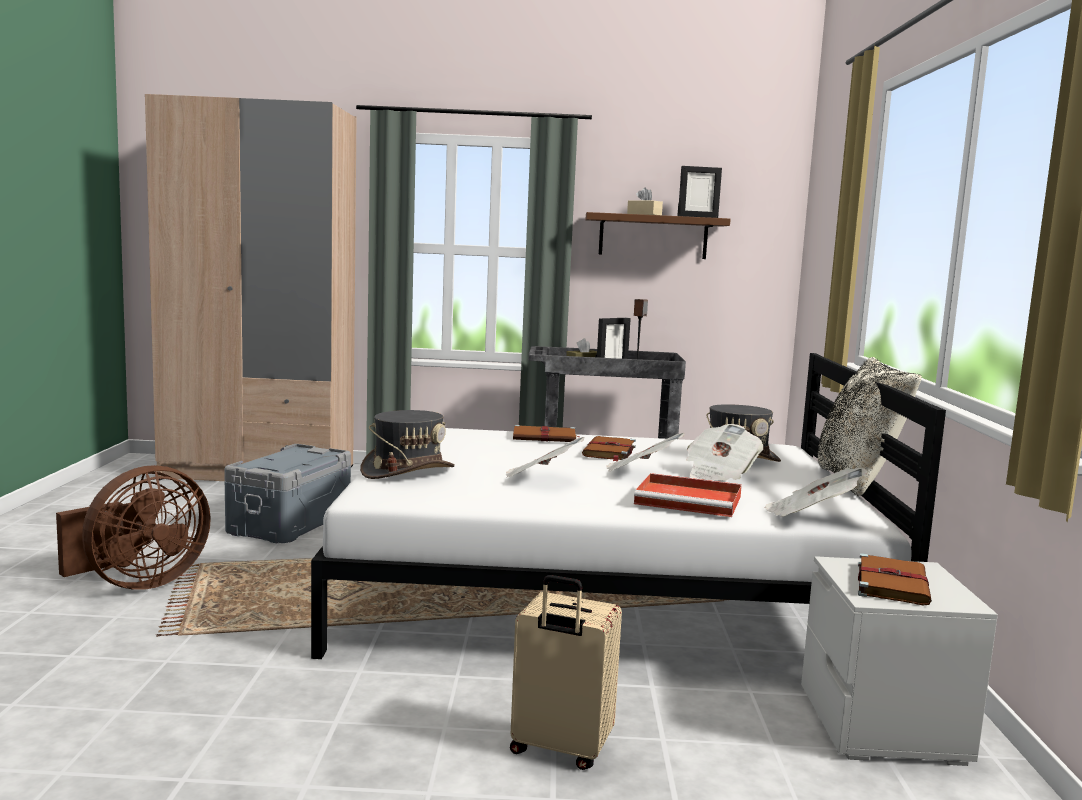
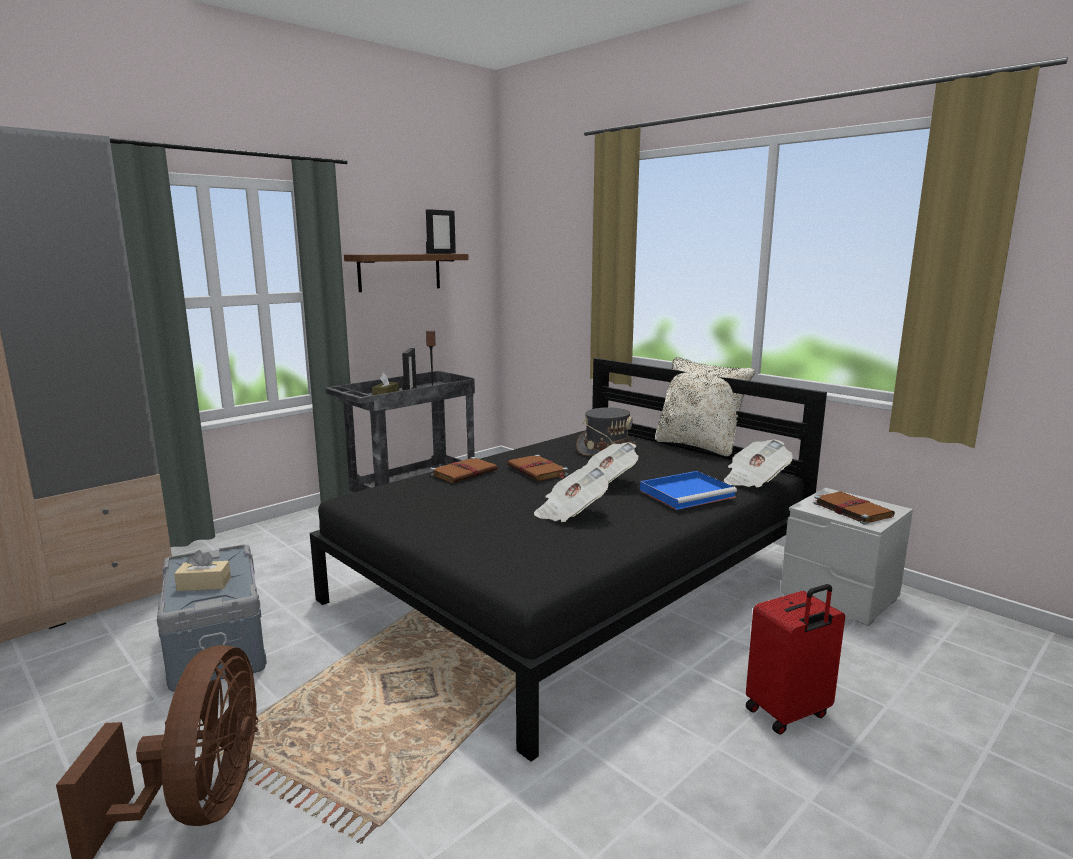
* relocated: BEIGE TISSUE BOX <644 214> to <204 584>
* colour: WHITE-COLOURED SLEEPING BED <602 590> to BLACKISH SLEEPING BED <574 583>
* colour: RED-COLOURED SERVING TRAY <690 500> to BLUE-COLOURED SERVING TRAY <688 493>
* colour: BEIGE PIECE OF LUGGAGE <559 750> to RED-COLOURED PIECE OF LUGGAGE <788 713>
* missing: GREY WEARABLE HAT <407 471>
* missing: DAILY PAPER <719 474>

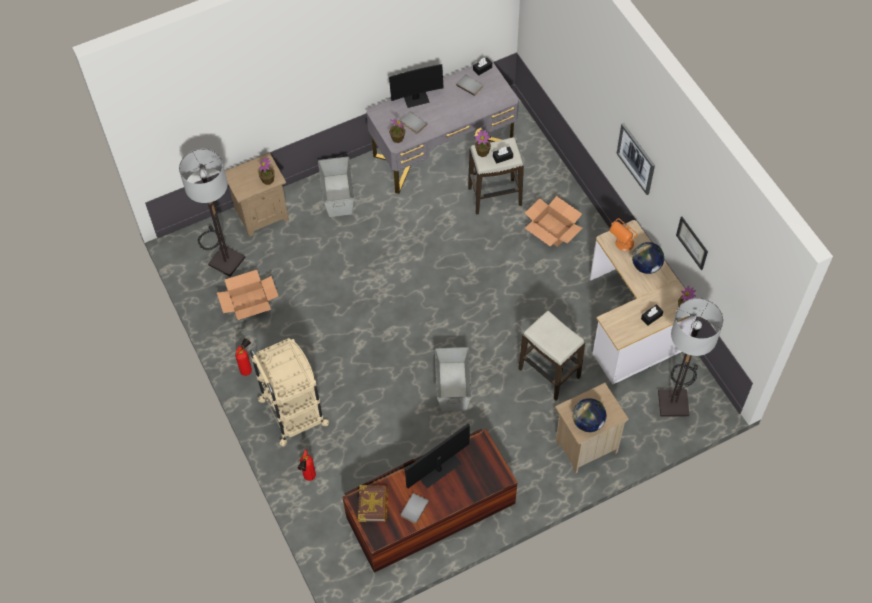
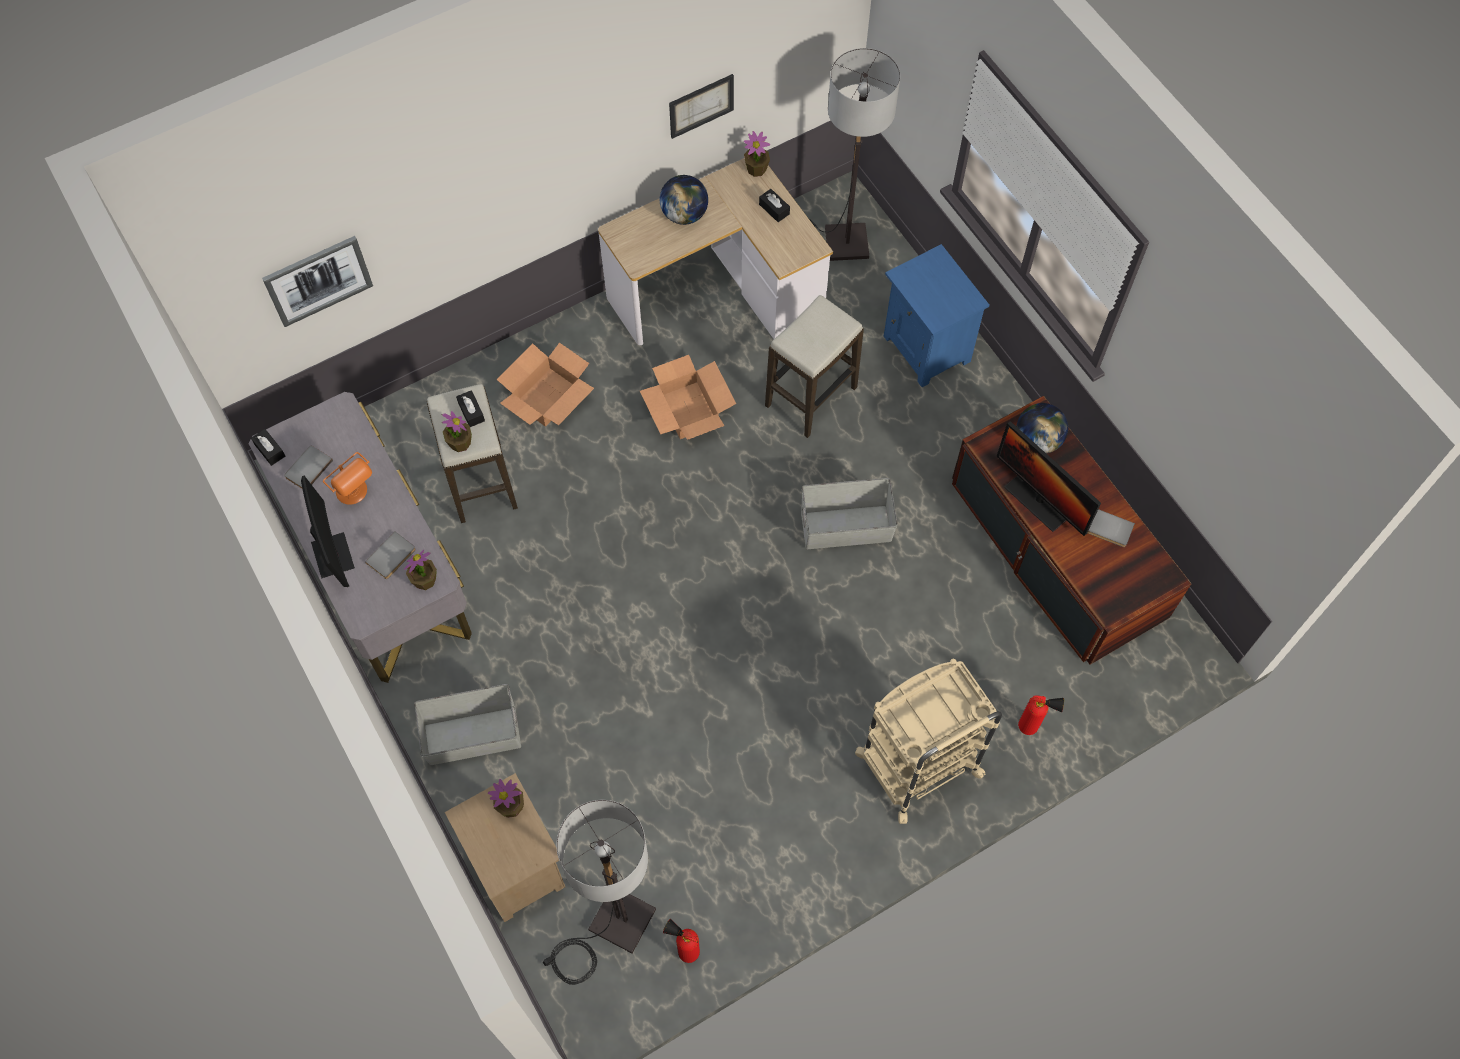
* relocated: PICTURE <636 158> to <318 280>
* relocated: ORANGE LAMP FOR A TABLE <622 245> to <356 494>
* relocated: PACKING BOX <249 303> to <688 410>
* relocated: FIRE EXTINGUISHER <247 369> to <684 950>
* colour: BEIGE BEDSIDE TABLE <584 445> to BLUE-COLOURED BEDSIDE TABLE <925 350>
* relocated: GLOBE <588 422> to <1037 440>
* missing: VOLUME <373 505>

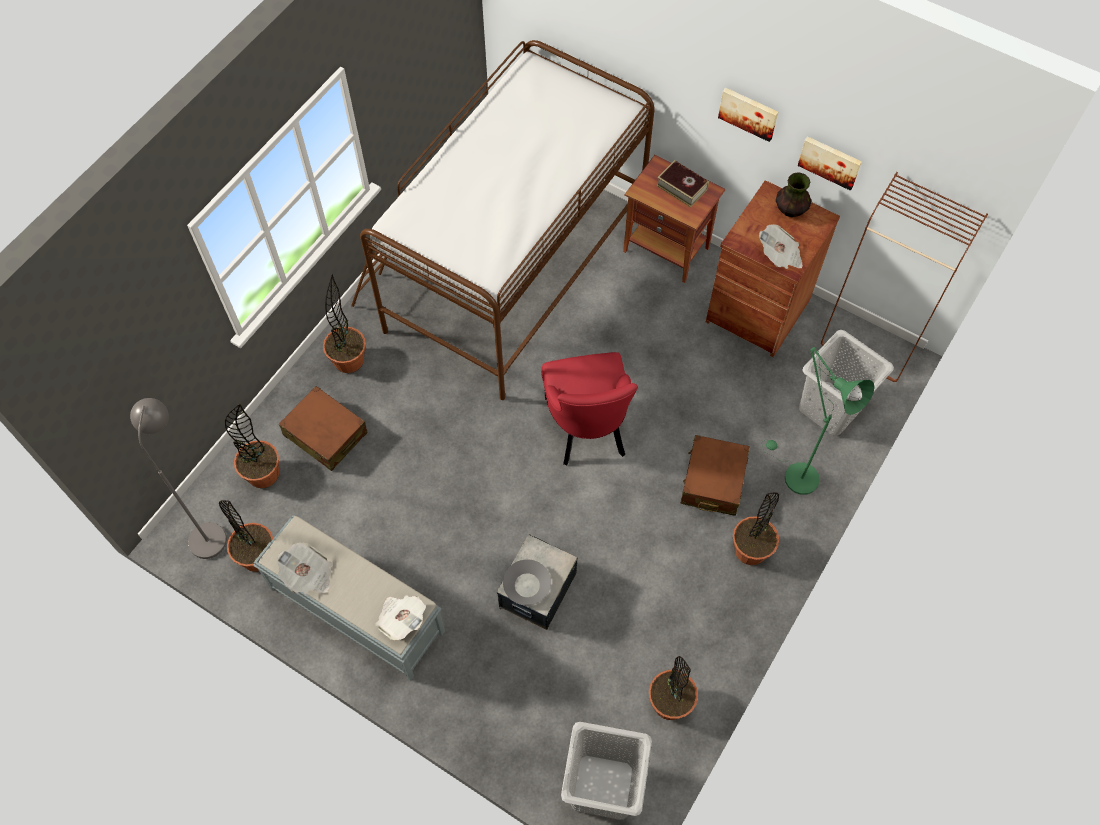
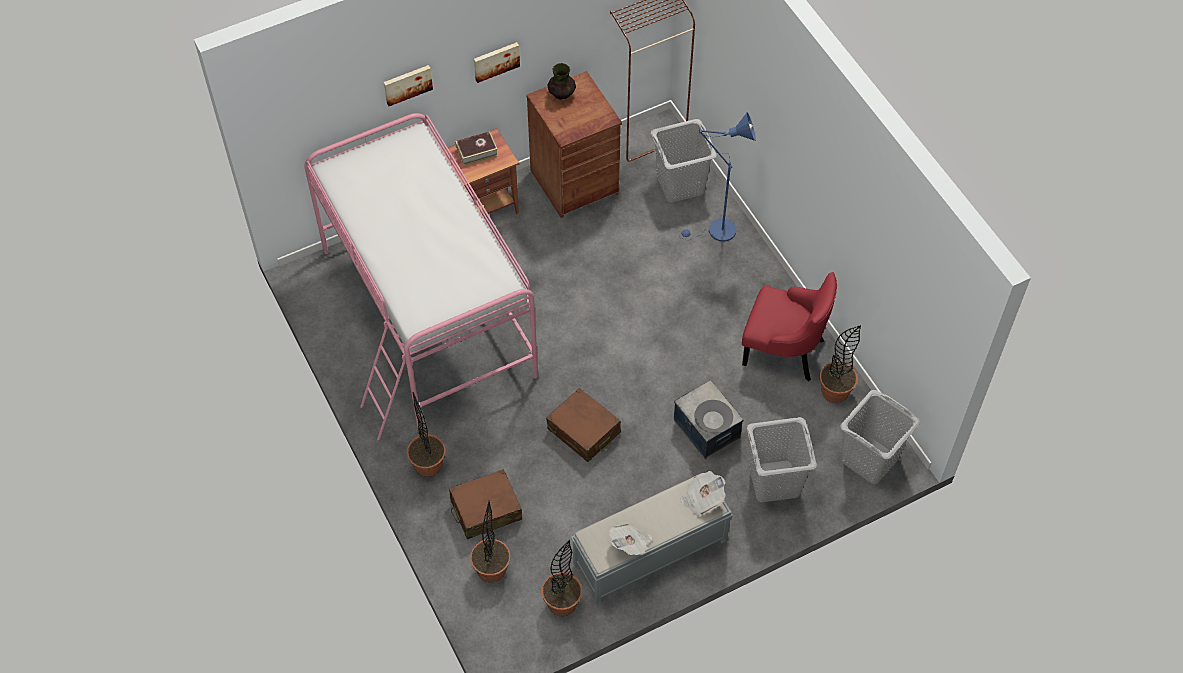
* colour: BROWNISH SLEEPING BED <511 272> to PINK SLEEPING BED <427 316>
* relocated: PICTURE <830 161> to <407 84>
* relocated: BROWNISH PIECE OF LUGGAGE <713 481> to <584 431>
* colour: GREEN STANDARD LAMP <795 474> to BLUE-COLOURED STANDARD LAMP <716 231>
* relocated: RED-COLOURED CHAIR <586 424> to <782 350>
* appeared: GREY HAMPER <775 481>
* missing: GREY STANDARD LAMP <209 530>
* missing: HOUSEPLANT <750 549>
* missing: DAILY PAPER <779 256>

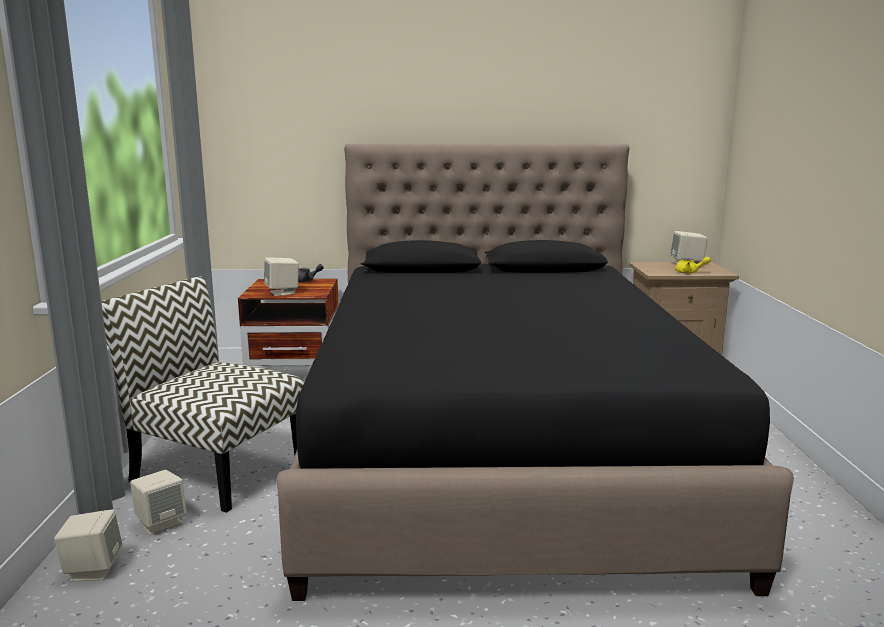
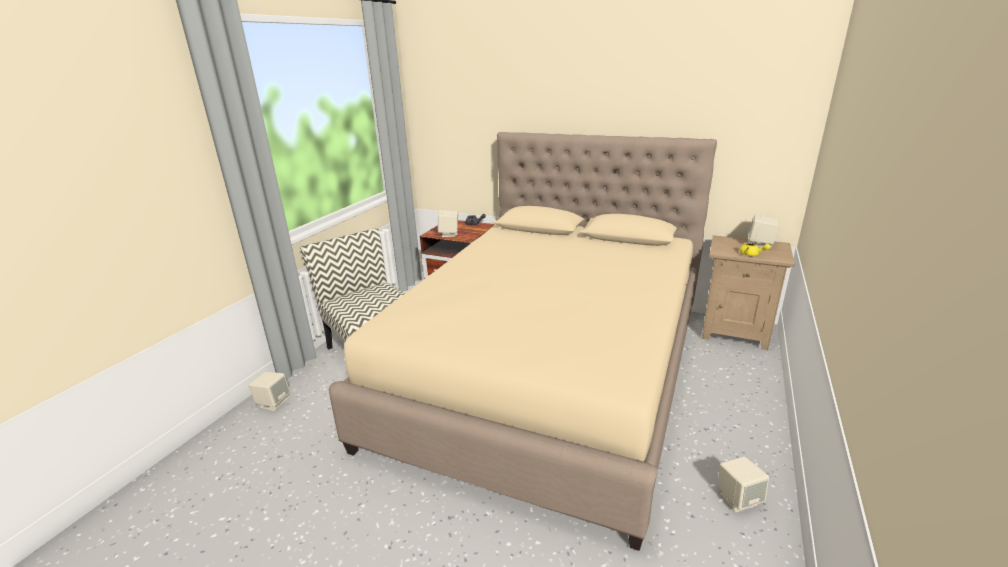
* colour: BLACKISH SLEEPING BED <500 448> to BEIGE SLEEPING BED <550 370>
* relocated: BEIGE AUDIO SPEAKER <161 523> to <738 499>

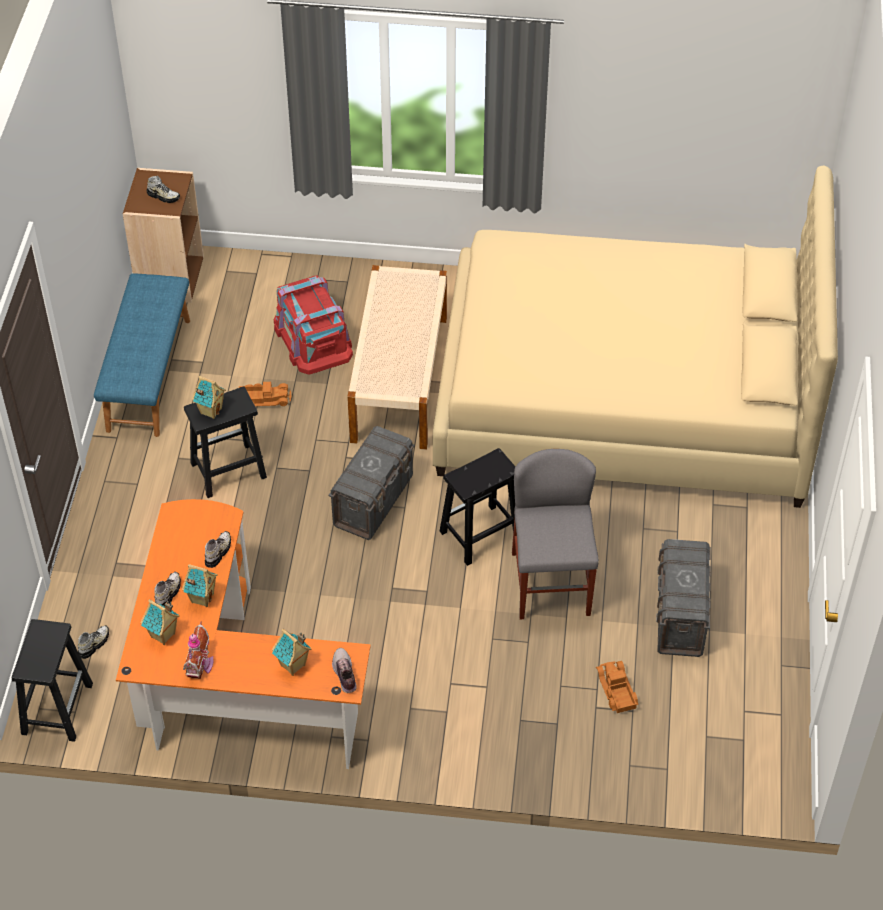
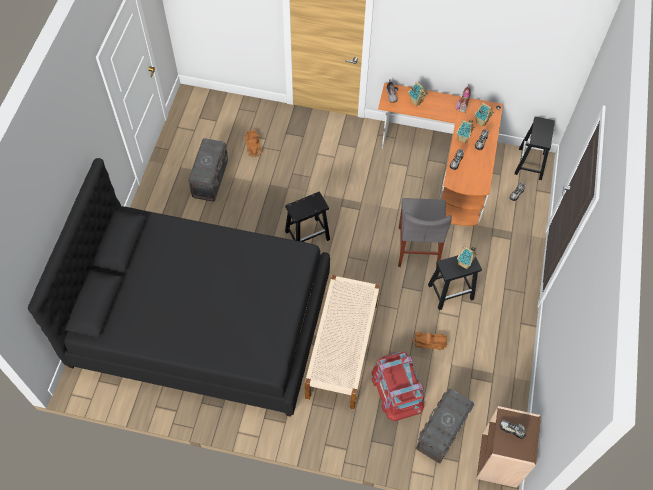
* colour: BEIGE SLEEPING BED <625 397> to BLACKISH SLEEPING BED <201 319>
* relocated: GREY CHAIR <551 584> to <418 247>
* relocated: GREY STORAGE BIN <373 501> to <441 432>
* missing: BLUE-COLOURED LONG SEAT <148 374>

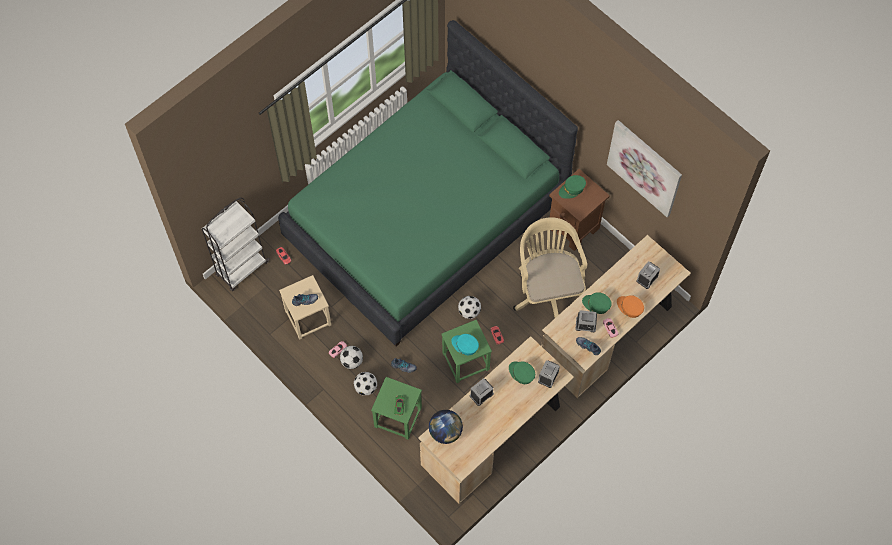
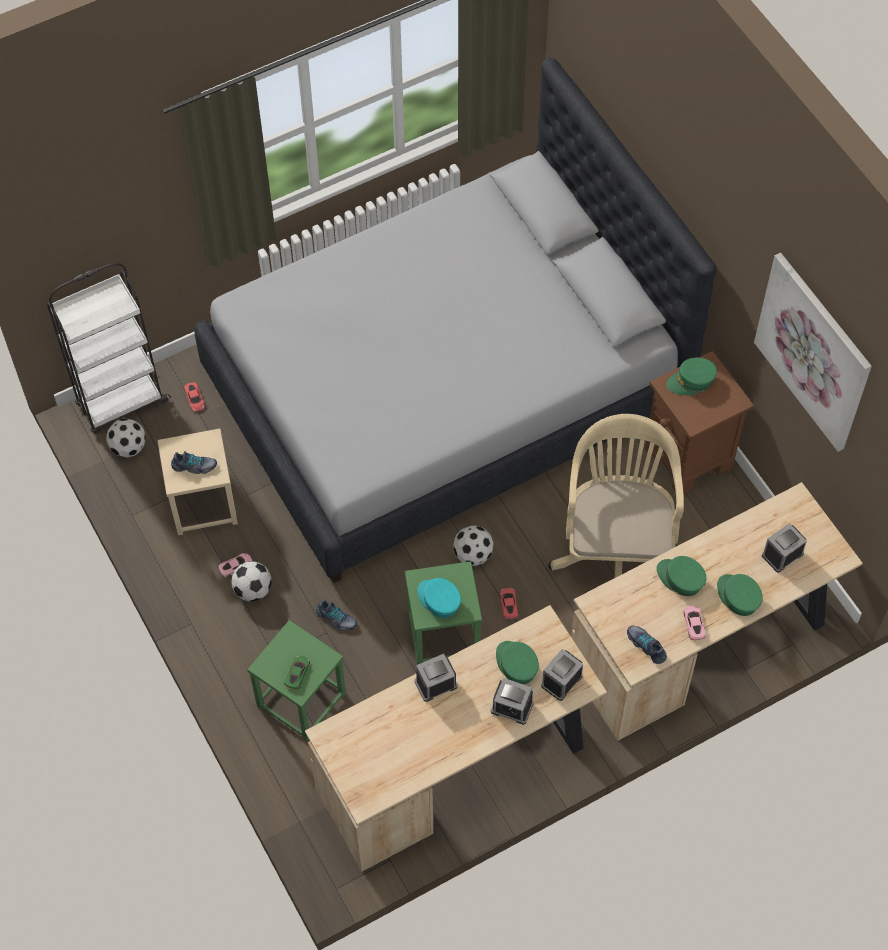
* relocated: BALL FOR FOOTBALL <365 387> to <128 447>
* colour: GREEN SLEEPING BED <427 217> to GREY SLEEPING BED <446 389>
* relocated: BEDSIDE CLOCK <585 324> to <512 707>
* colour: ORANGE PEAKED CAP <629 307> to GREEN PEAKED CAP <738 597>
* missing: GLOBE <445 432>

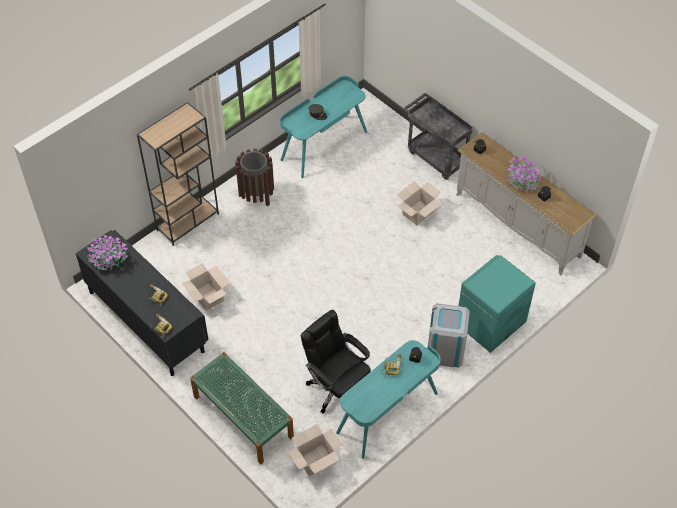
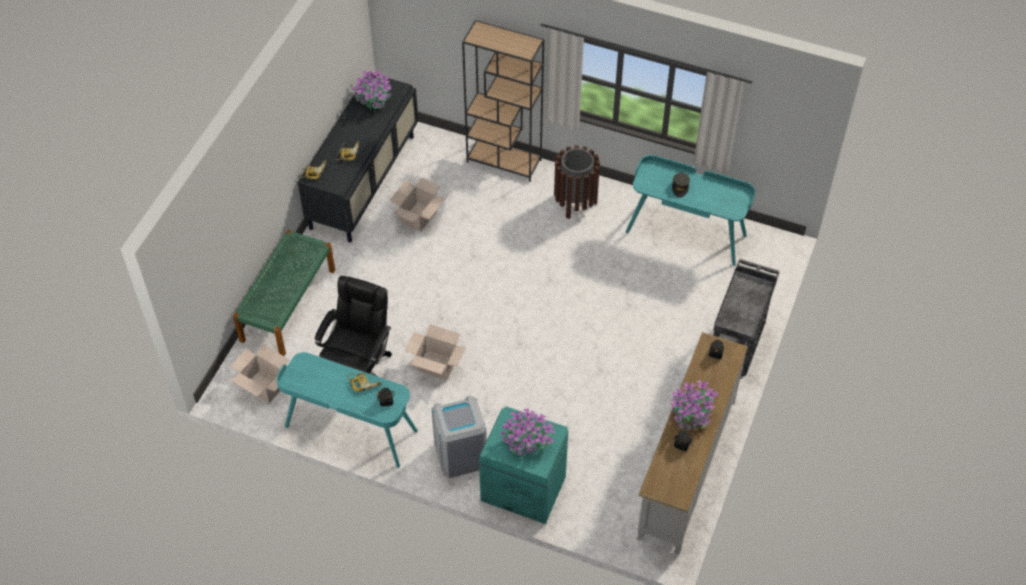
* relocated: PACKING BOX <418 213> to <437 365>
* appeared: HOUSEPLANT <527 441>

